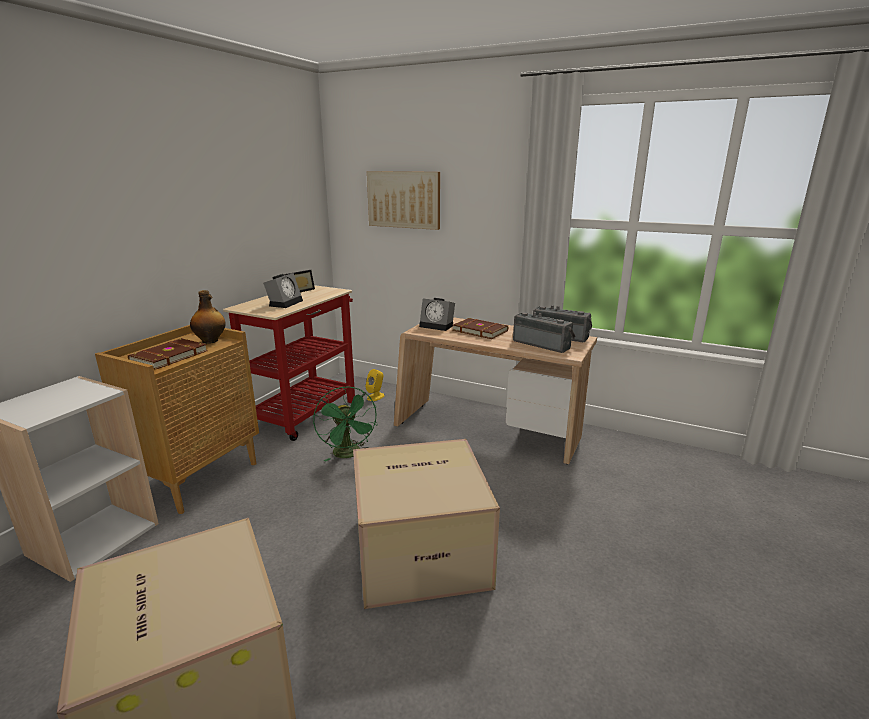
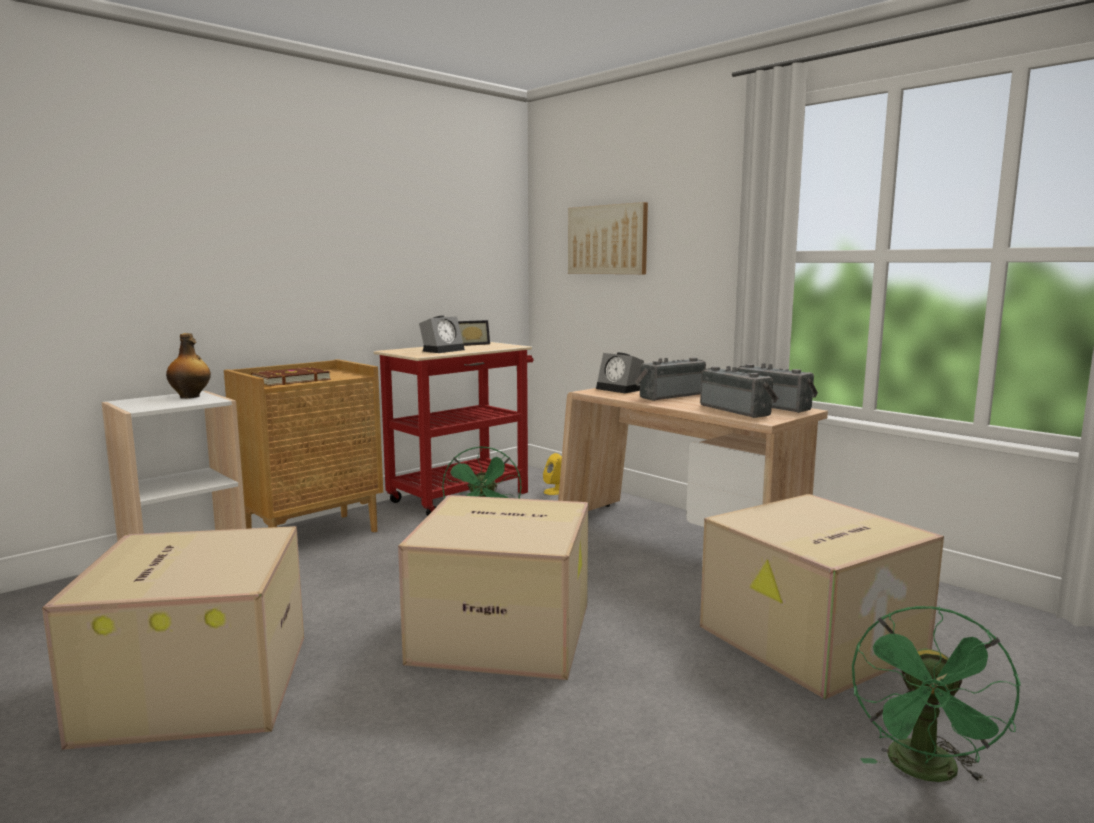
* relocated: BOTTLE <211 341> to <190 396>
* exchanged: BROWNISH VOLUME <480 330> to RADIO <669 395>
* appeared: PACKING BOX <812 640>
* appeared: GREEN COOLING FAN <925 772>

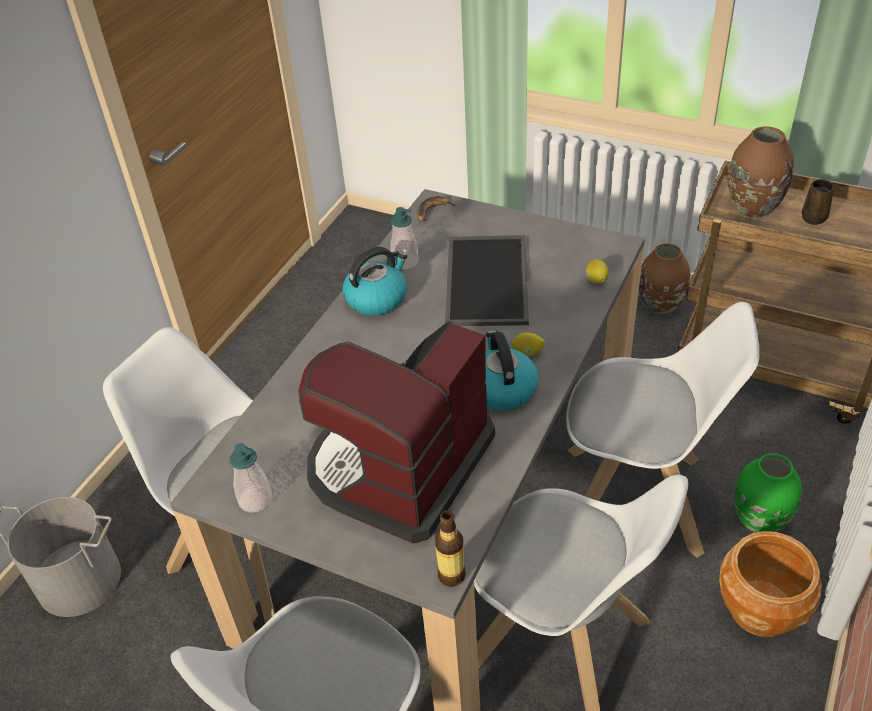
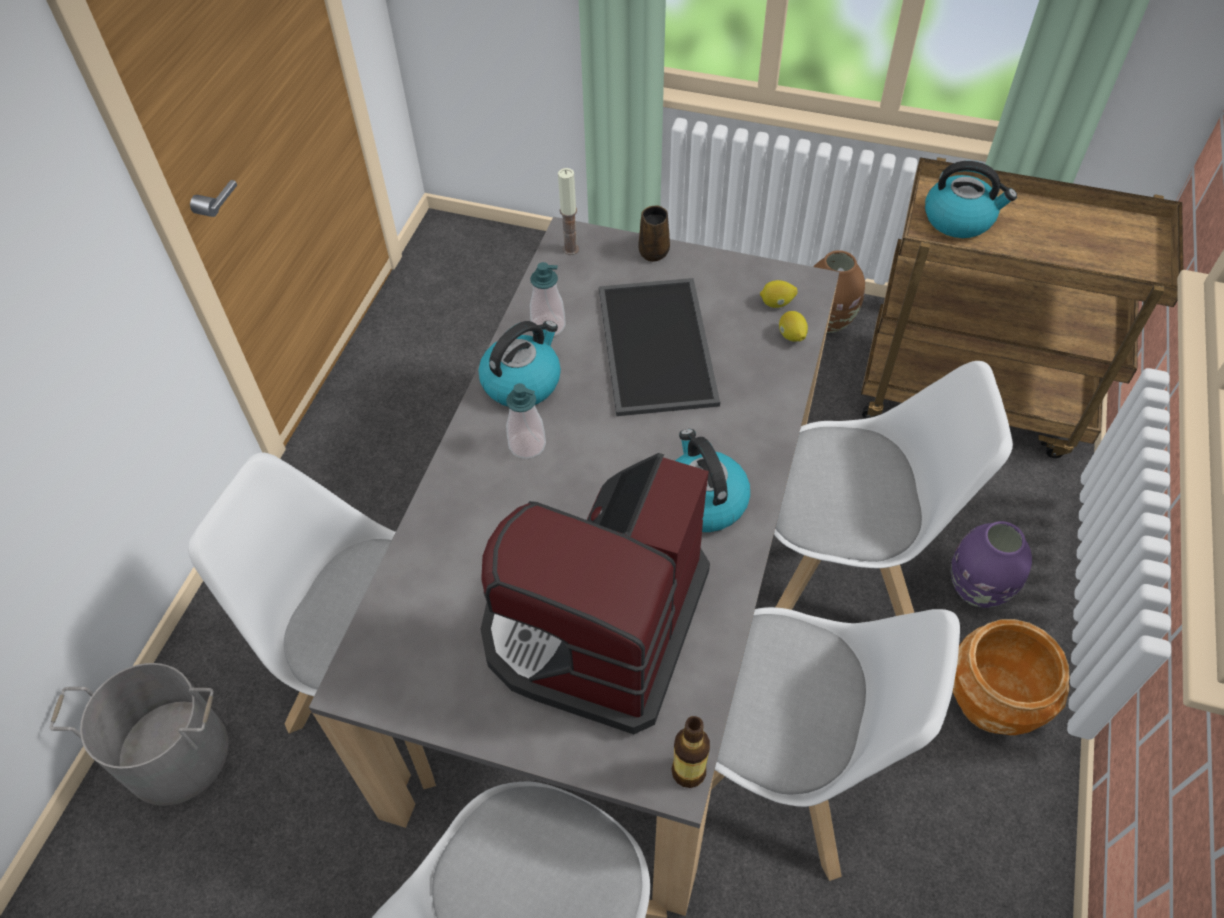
* relocated: SOAP BOTTLE <255 500> to <527 445>
* exchanged: BANANA FRUIT <433 211> to CANDLE <570 249>
* relocated: BROWNISH TEA MUG <814 217> to <654 251>
* relocated: LEMON <528 353> to <776 303>
* exchanged: BROWNISH DECORATIVE VASE <752 207> to TEA KETTLE <959 219>
* colour: GREEN DECORATIVE VASE <760 521> to PURPLISH DECORATIVE VASE <977 590>

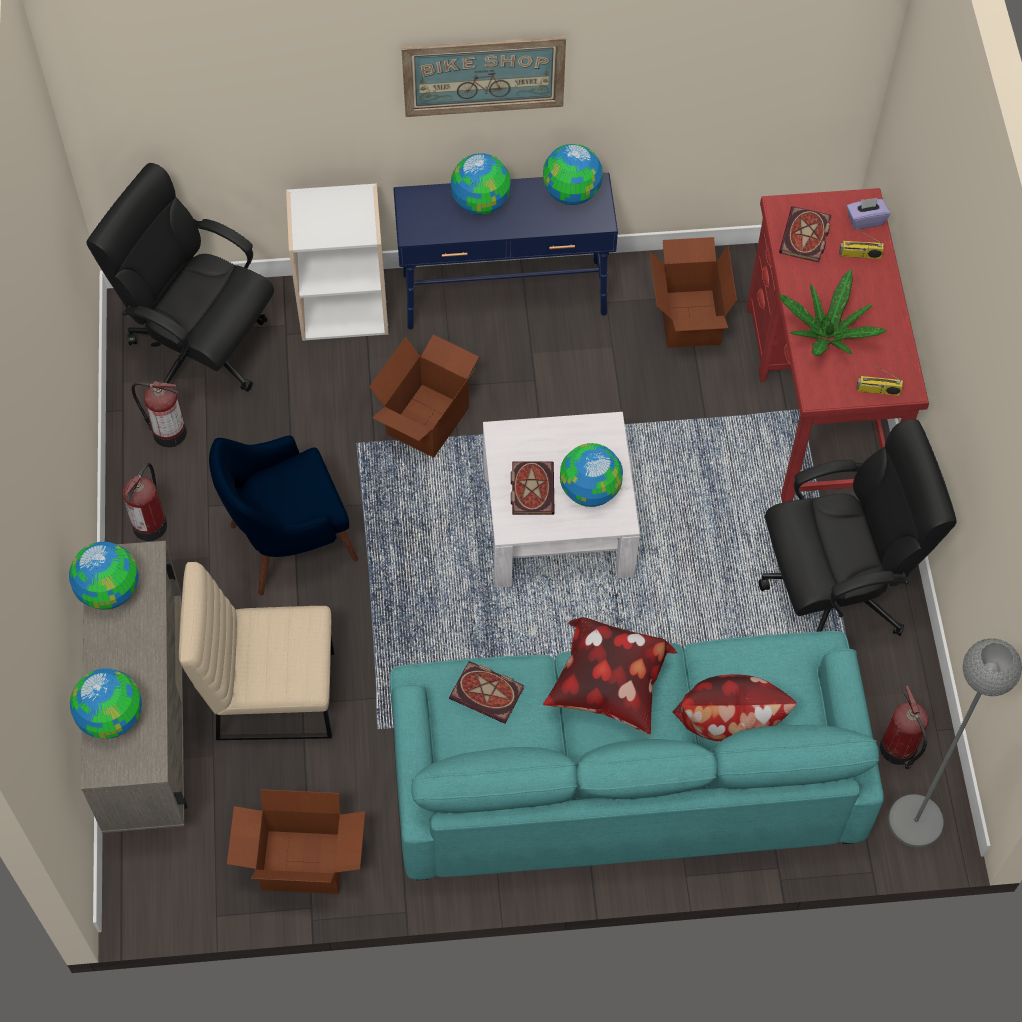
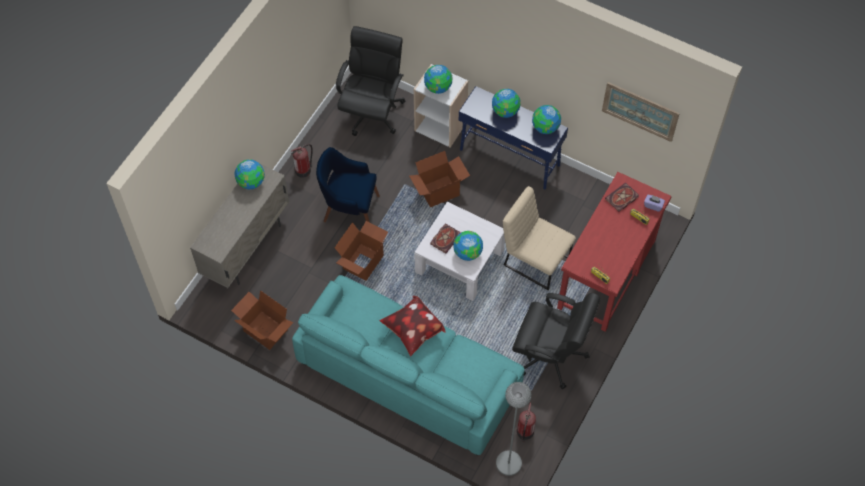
* relocated: PACKING BOX <688 319> to <362 261>
* spun: BLACKISH OFFICE CHAIR <200 349> = <372 112> 45 degrees clockwise
* relocated: GLOBE <112 717> to <438 87>
* relocated: BEIGE CHAIR <270 694> to <535 260>
* relocated: PICTURE <483 75> to <640 111>
* missing: FIRE EXTINGUISHER <167 432>
* missing: VOLUME <489 693>
* missing: CUSHION <729 726>
* missing: HOUSEPLANT <827 334>

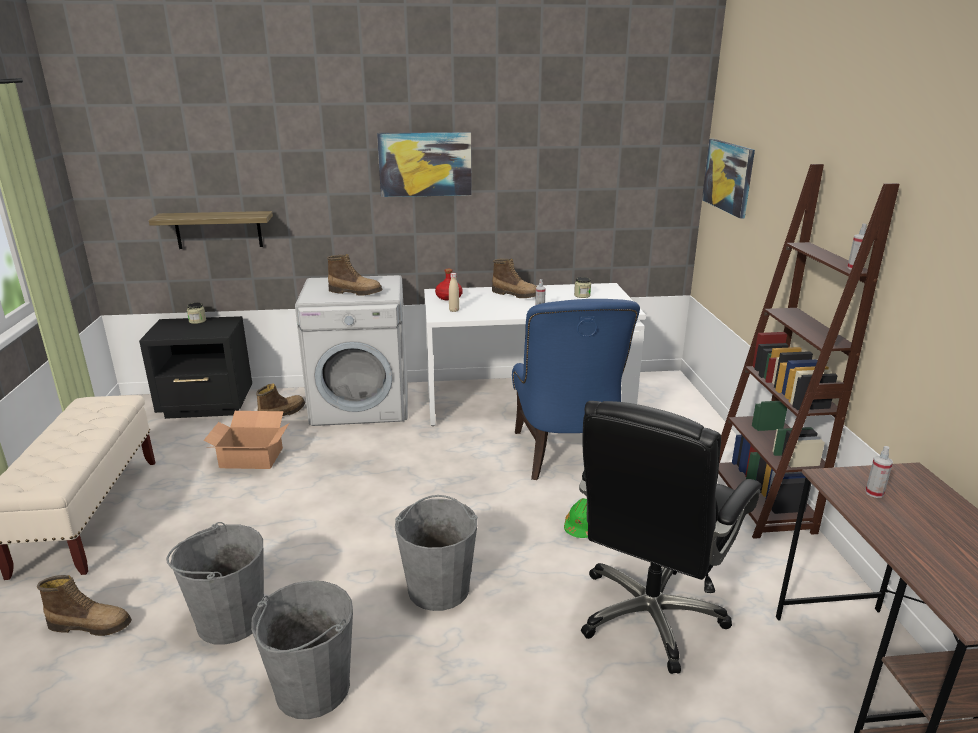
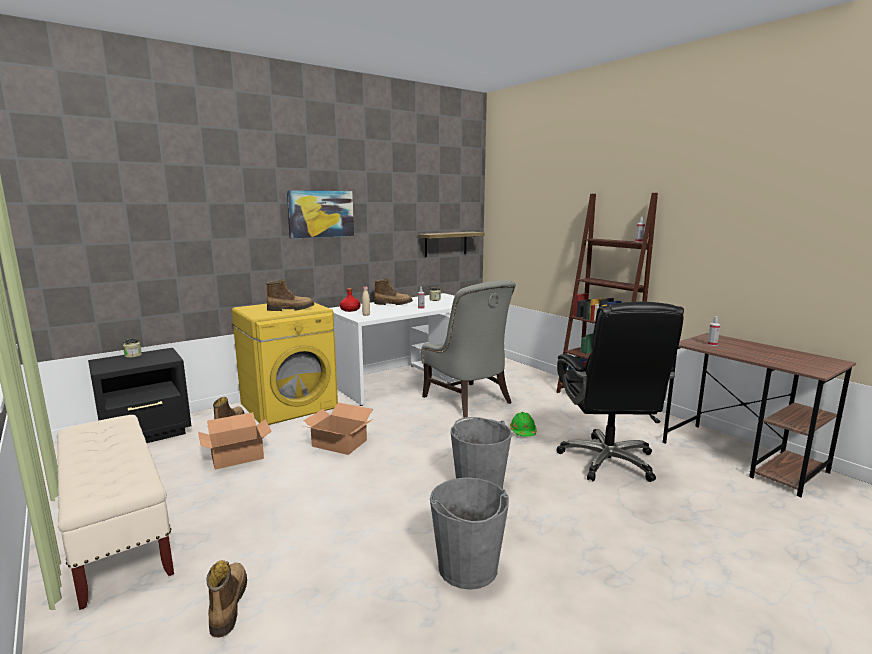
* spun: BOOT <91 625> = <227 604> 75 degrees counterclockwise
* colour: WHITE-COLOURED WASHING MACHINE <361 405> to YELLOWISH WASHING MACHINE <291 405>
* appeared: PACKING BOX <339 443>
* relocated: SHELF <218 230> to <446 244>
* colour: BLUE-COLOURED CHAIR <567 453> to GREY CHAIR <468 400>
* missing: GREY BUCKET <230 619>
* missing: PICTURE <728 176>

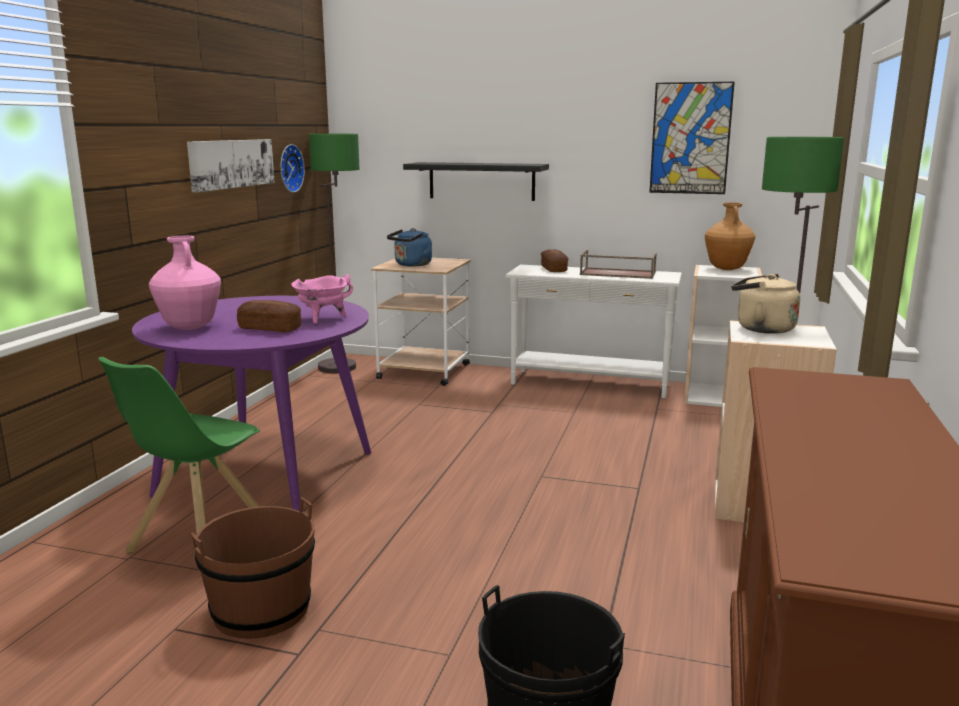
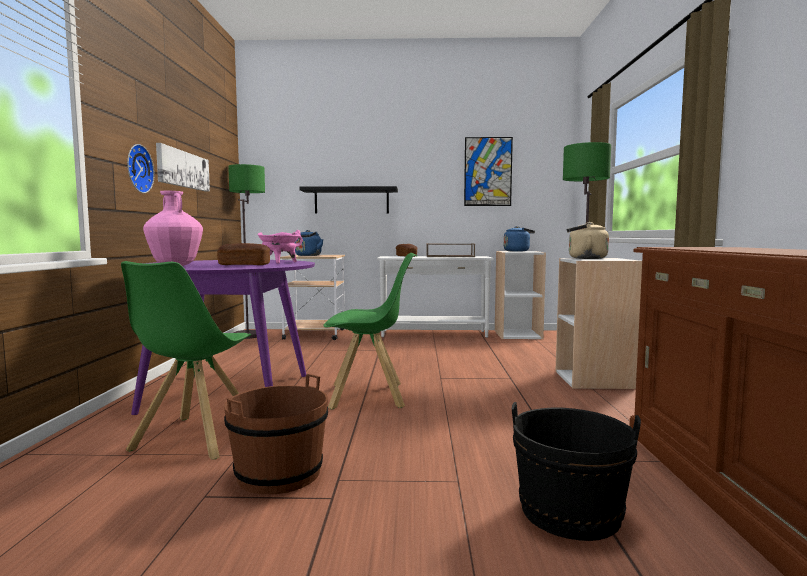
* relocated: WALL CLOCK <289 168> to <137 168>
* appeared: GREEN CHAIR <370 395>
* exchanged: BROWNISH DECORATIVE VASE <727 269> to BLUE-COLOURED TEA KETTLE <518 251>

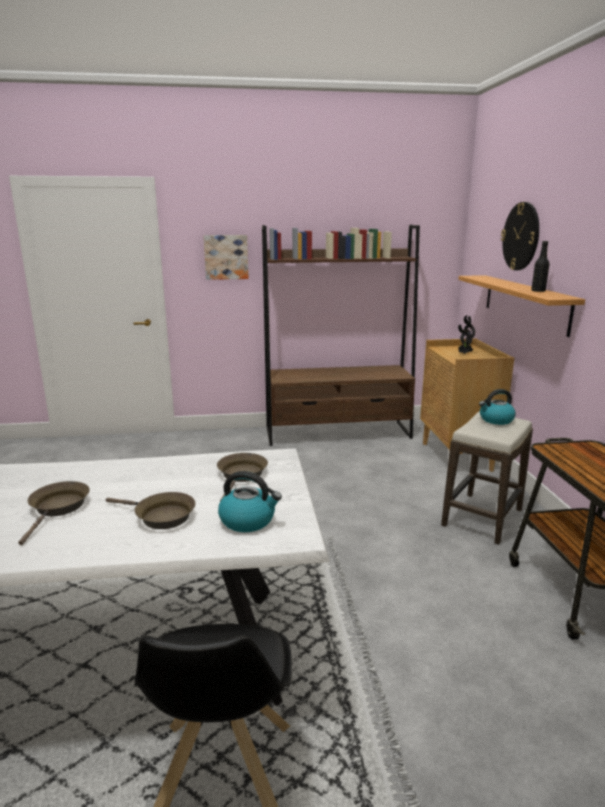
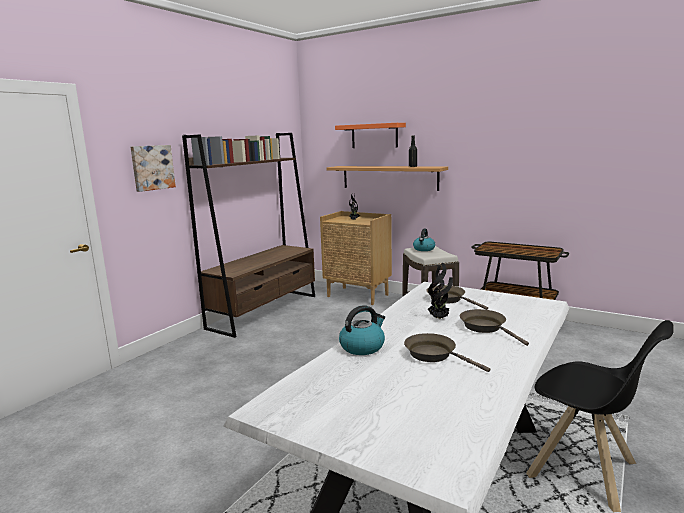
* exchanged: WALL CLOCK <521 236> to ORANGE SHELF <374 136>
* relocated: TEA KETTLE <248 520> to <362 347>
* appeared: HOUSEPLANT <439 318>
* spun: BROWNISH SKILLET <160 516> = <485 327> 90 degrees counterclockwise

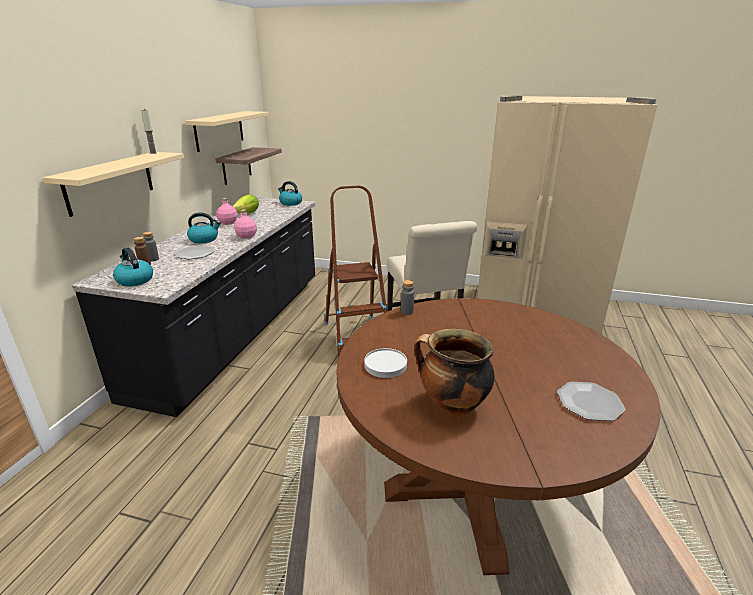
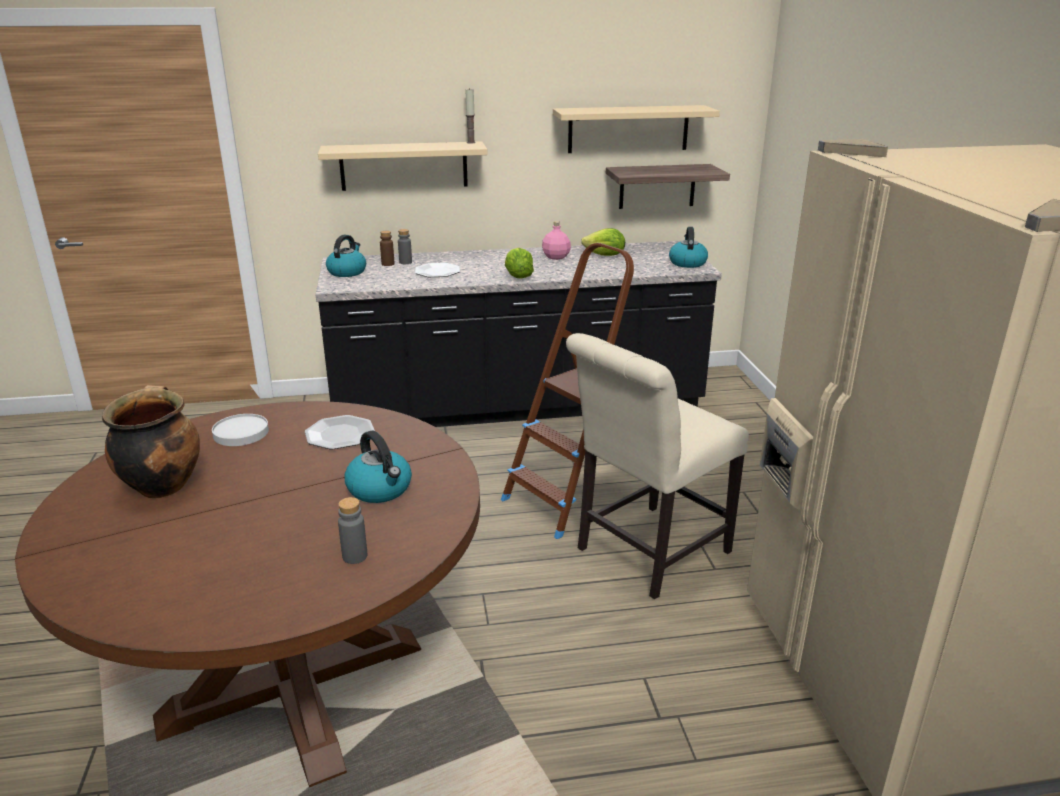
* relocated: DINNER PLATE <589 402> to <340 434>
* relocated: GREY BOTTLE <407 312> to <355 556>
* relocated: TEA KETTLE <204 239> to <380 489>
* exchanged: PINK BOTTLE <246 236> to LETTUCE <518 277>

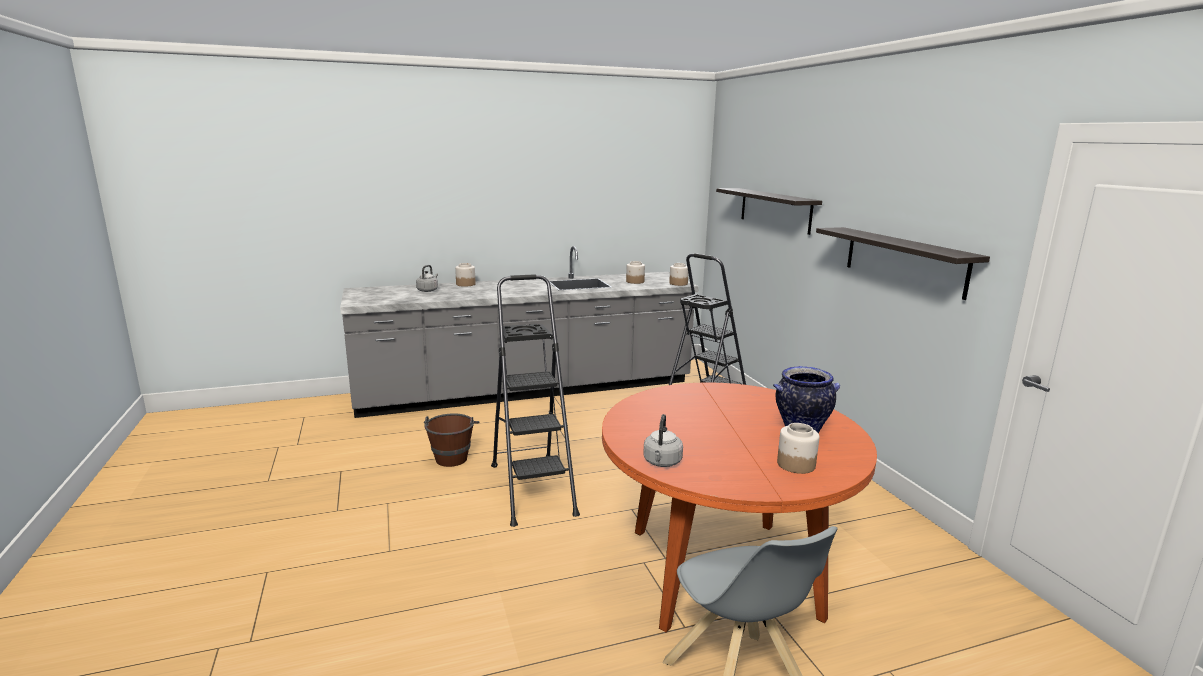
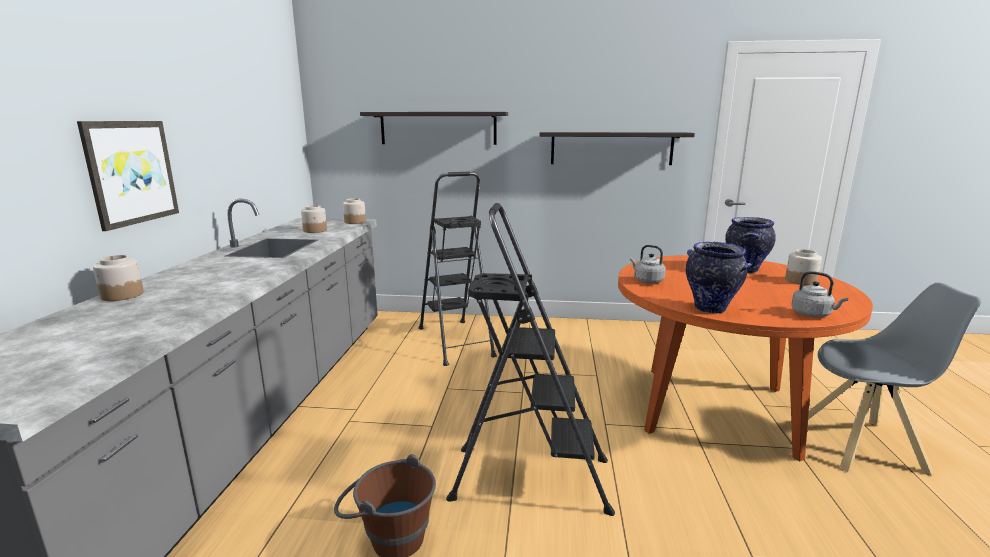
* appeared: PICTURE <130 172>
* relocated: GREY TEA KETTLE <428 290> to <646 281>
* appeared: DECORATIVE VASE <711 309>

